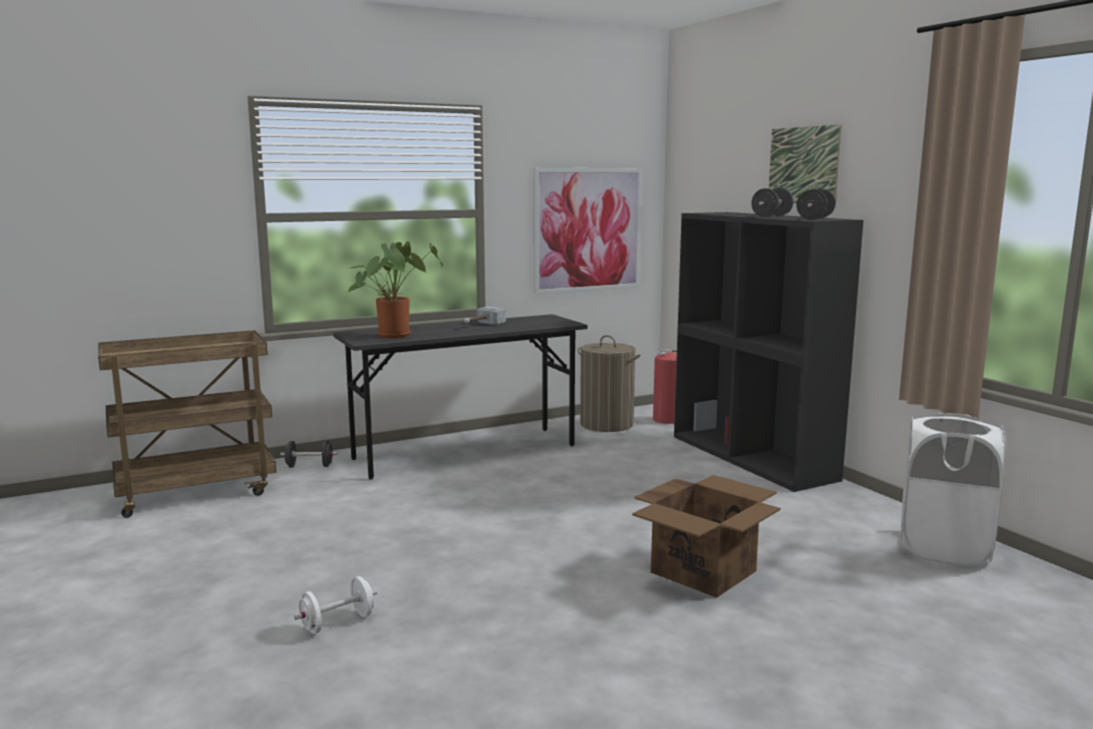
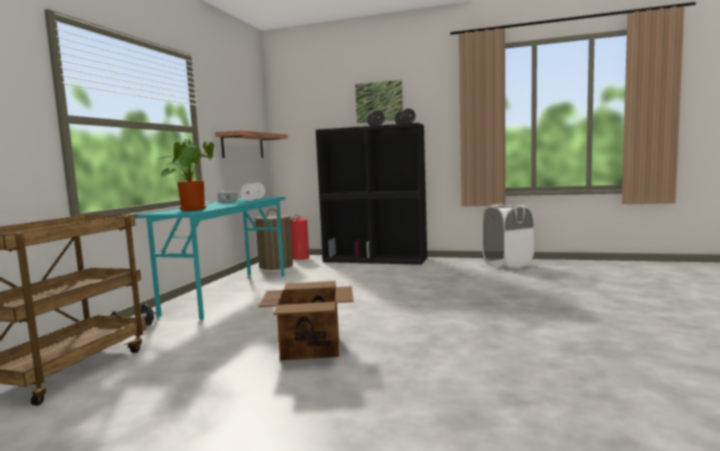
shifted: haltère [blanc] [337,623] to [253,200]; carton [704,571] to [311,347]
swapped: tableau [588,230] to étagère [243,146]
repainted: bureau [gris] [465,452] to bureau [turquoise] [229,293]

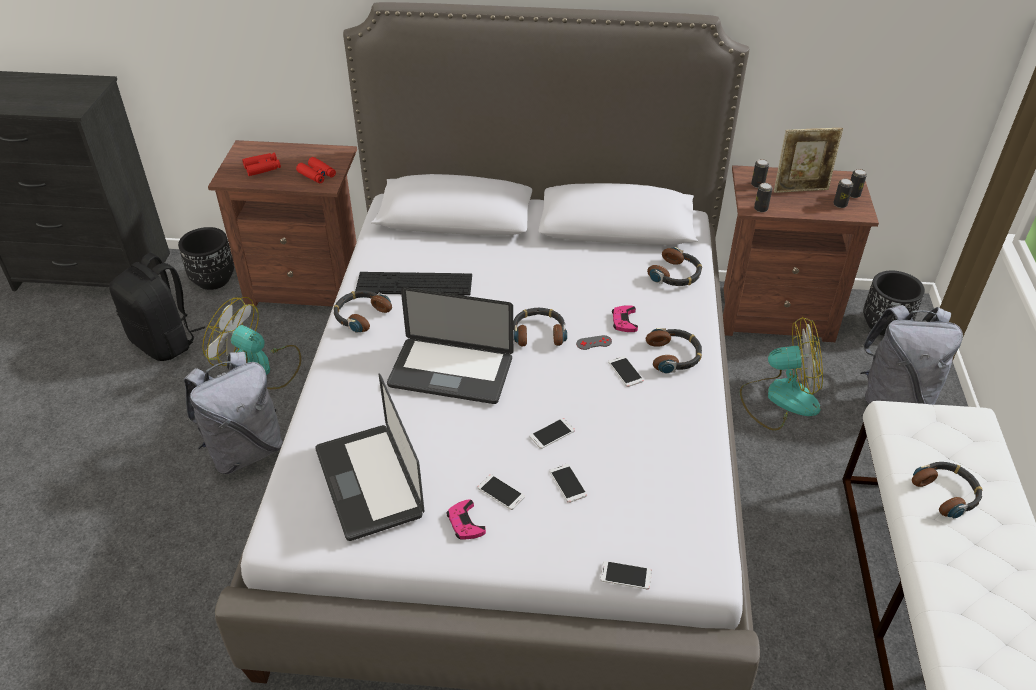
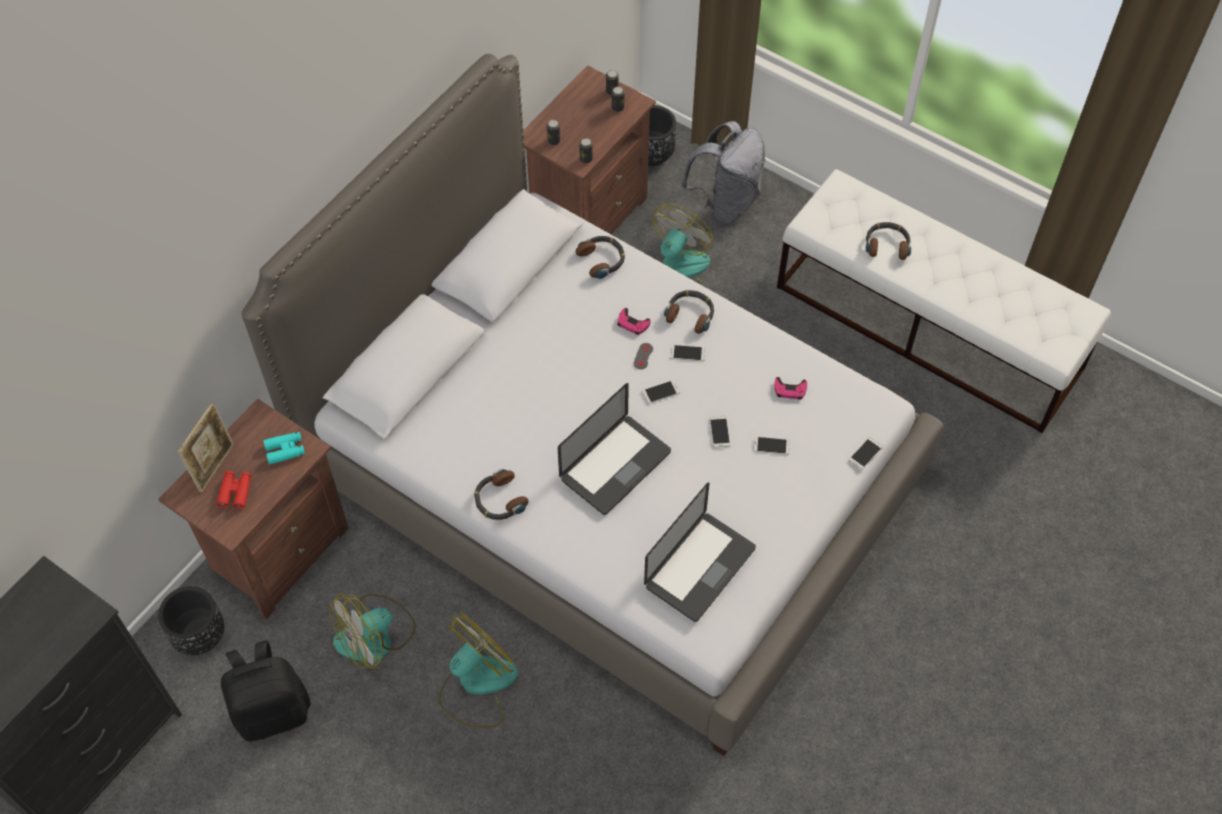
gone: clavier [414,284]; casque audio [539,332]
shifted: manette [rose] [465,523] to [790,390]; téléphone [501,492] to [660,392]; cadre photo [800,189] to [214,466]
swapped: sac à dos [gris] [245,450] to ventilateur [477,685]
repainted: jumelles [rouge] [317,175] to jumelles [turquoise] [285,450]
rotated: ordinateur portable [369,482] = [700,567] 60 degrees counterclockwise

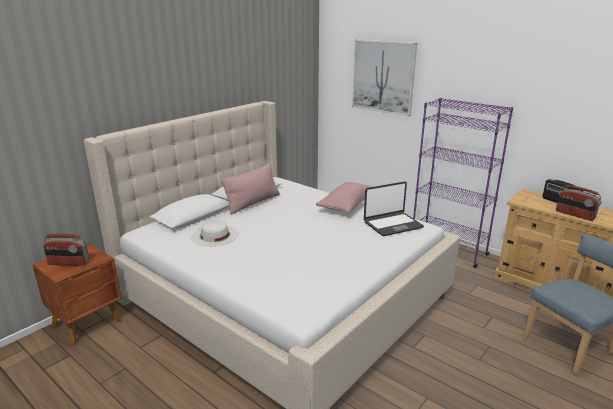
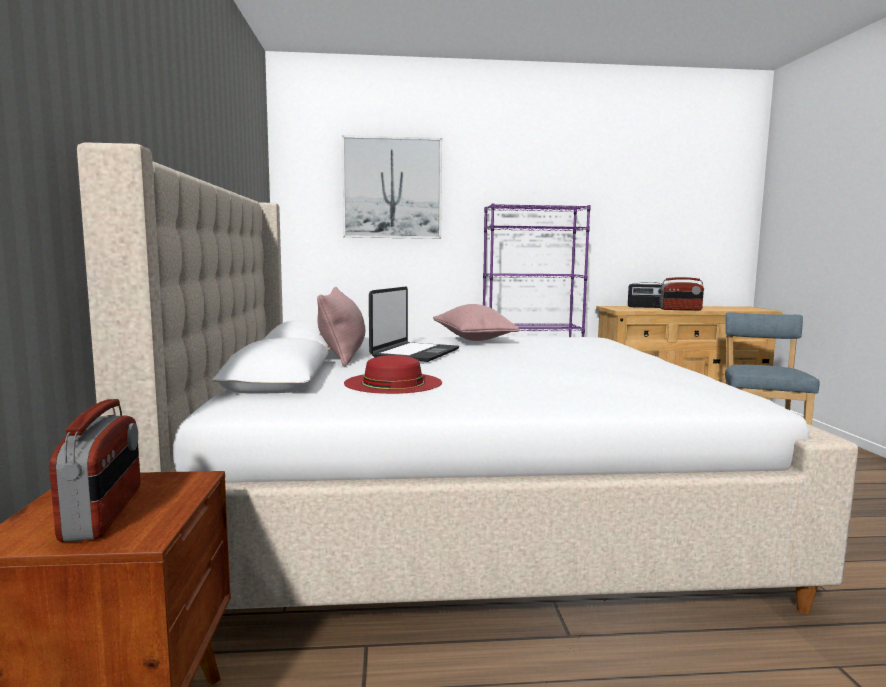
shifted: ordinateur portable [392,224] to [414,353]
repainted: chapeau [blanc] [215,235] to chapeau [rouge] [393,383]
rotated: radio [68,263] = [104,513] 60 degrees counterclockwise

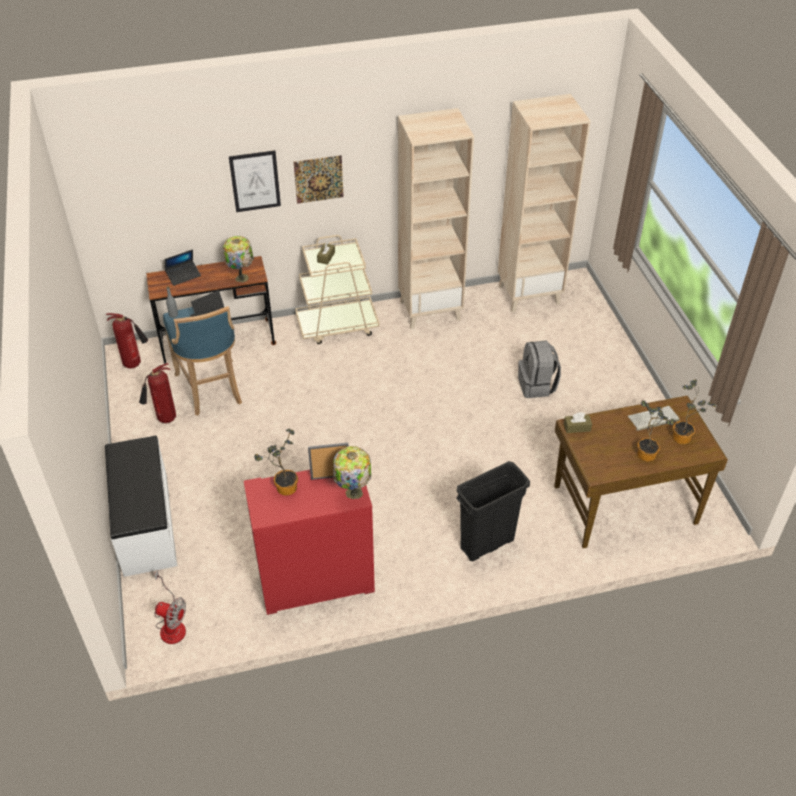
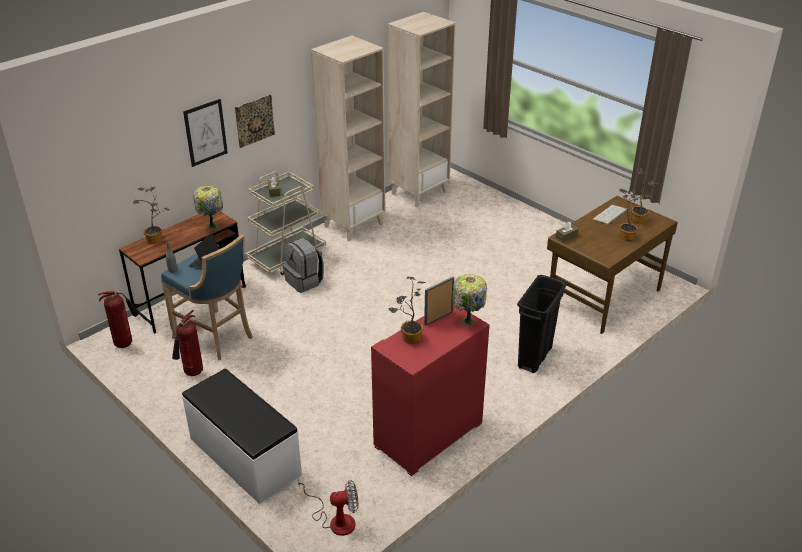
shifted: sac à dos [gris] [537,386] to [305,281]
swapped: ordinateur portable [183,275] to plante en pot [156,240]

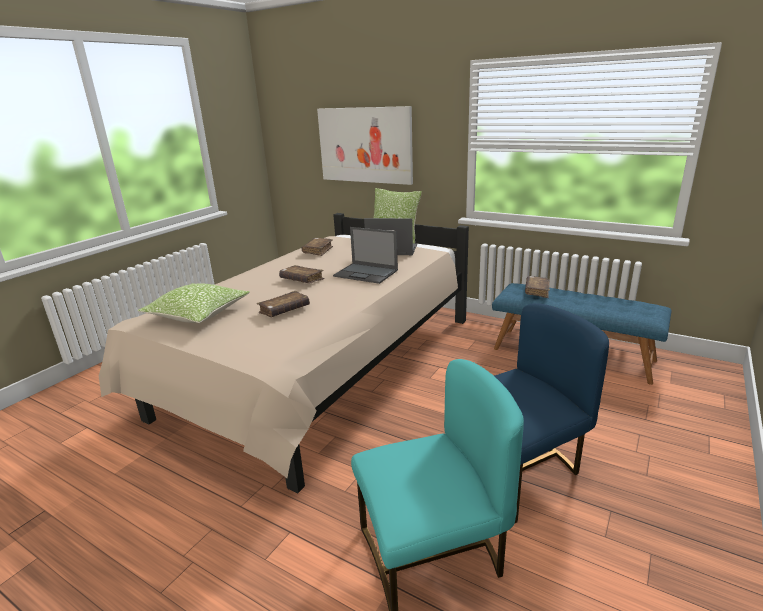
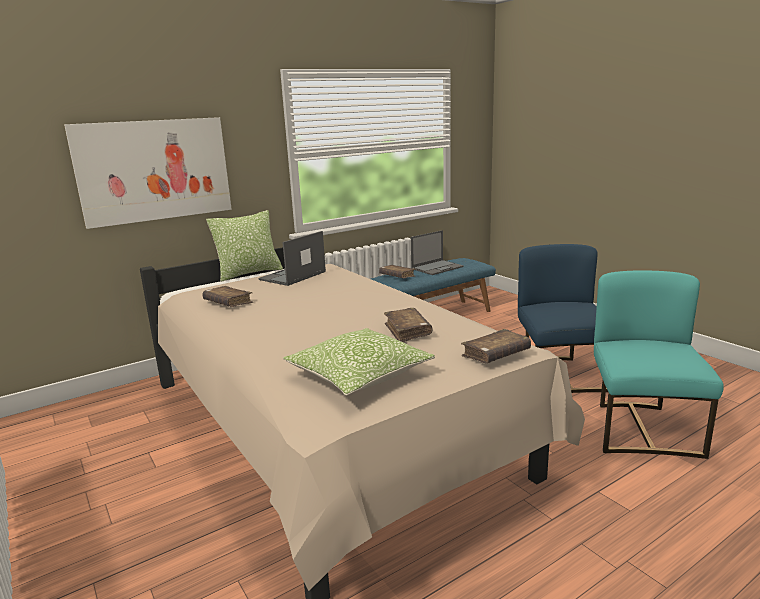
shifted: livre [marron] [302,280] to [495,355]; ordinateur portable [366,273] to [437,267]

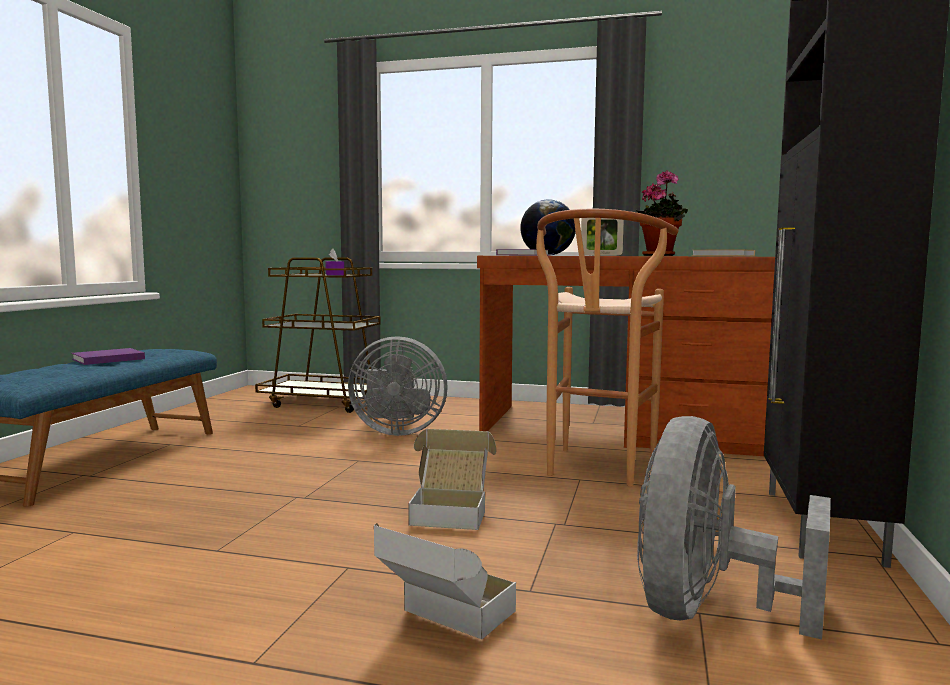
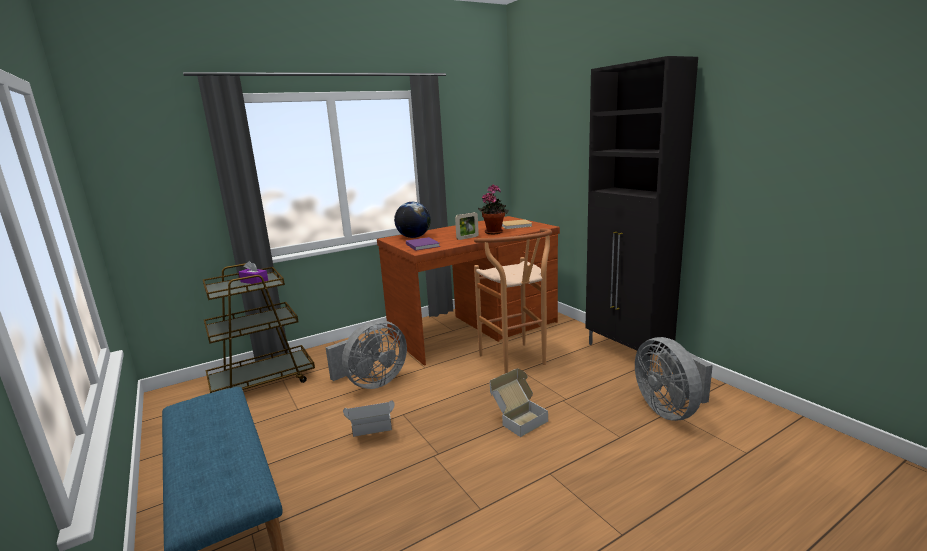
gone: livre [violet] [106,359]
shifted: carton [444,622] to [372,432]

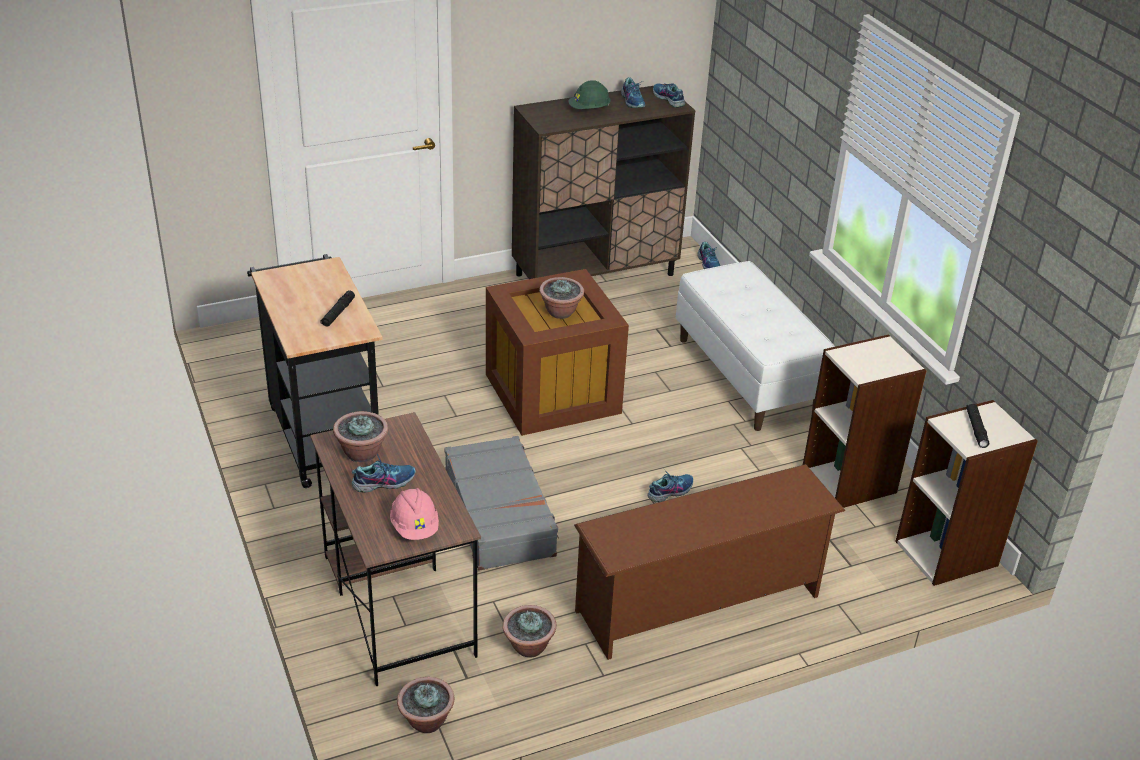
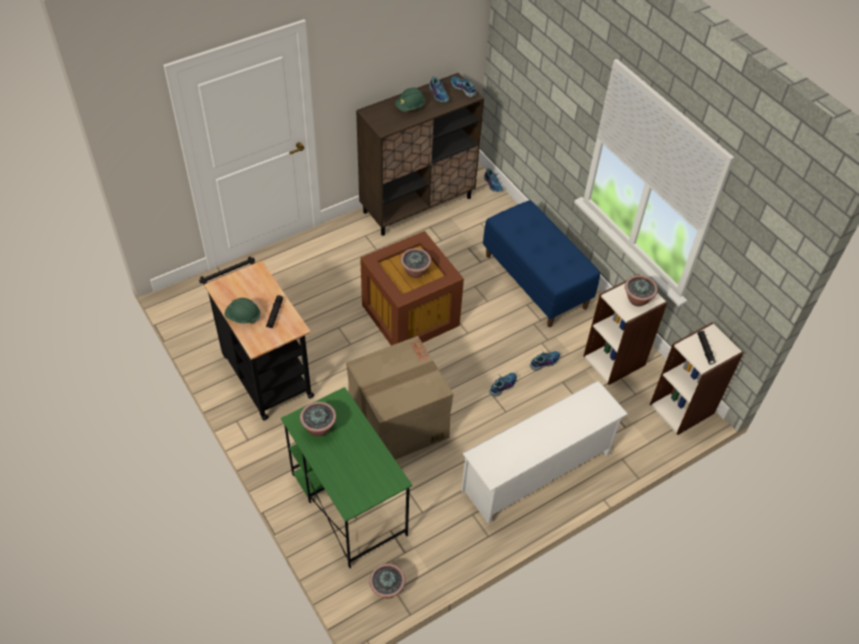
gone: casque de chantier [rose] [415,527]
new: casque de chantier [vert] [243,317]
shifted: chaussure [384,482] to [544,362]; plante en pot [528,647] to [637,300]
swapped: valise [gris] [500,514] to carton [397,422]
repainted: bureau [marron] [397,603] to bureau [vert] [348,503]; étagère à chaussures [marron] [699,605] to étagère à chaussures [blanc] [537,473]; banc [blanc] [748,376] to banc [bleu] [536,281]

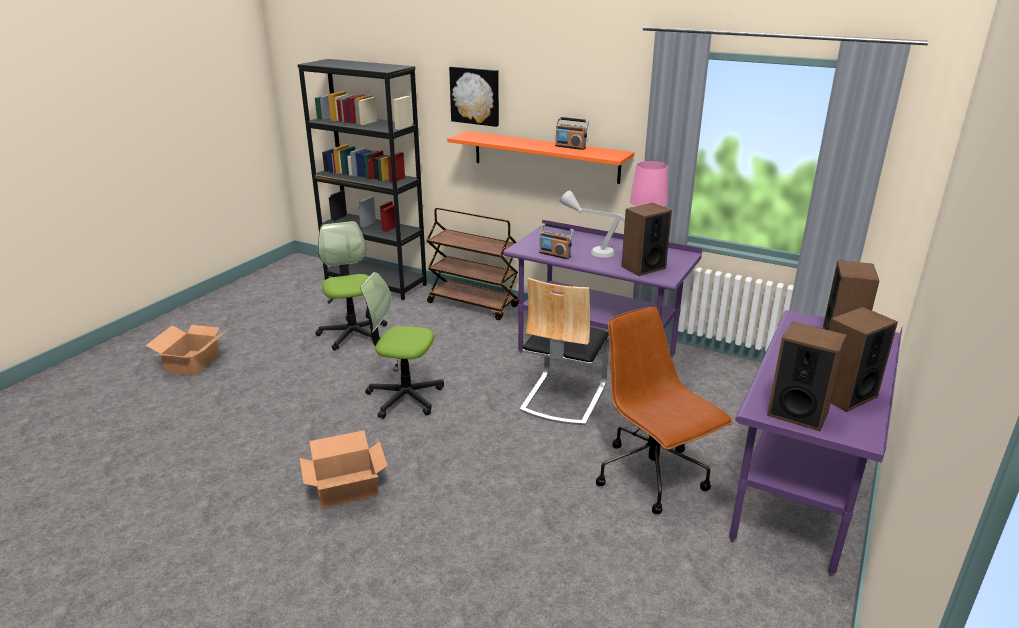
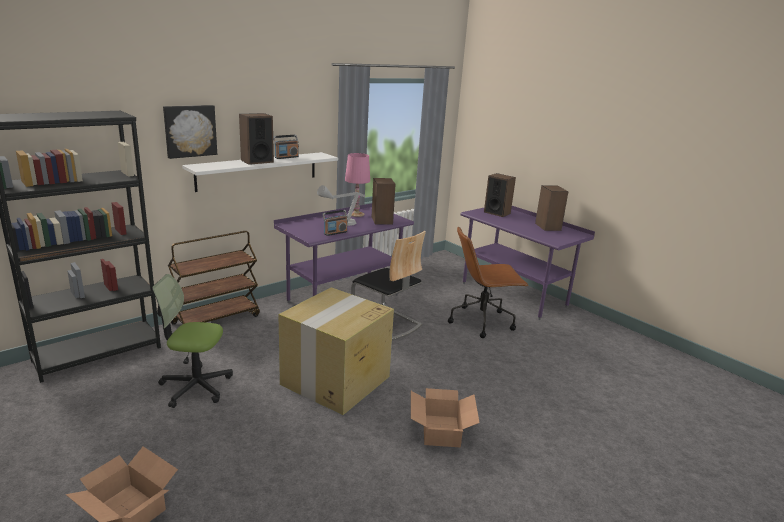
shifted: enceinte [797,413] to [257,161]
swapped: chaise de bureau [404,397] to carton [335,381]
repainted: étagère [orange] [545,156] to étagère [blanc] [258,171]

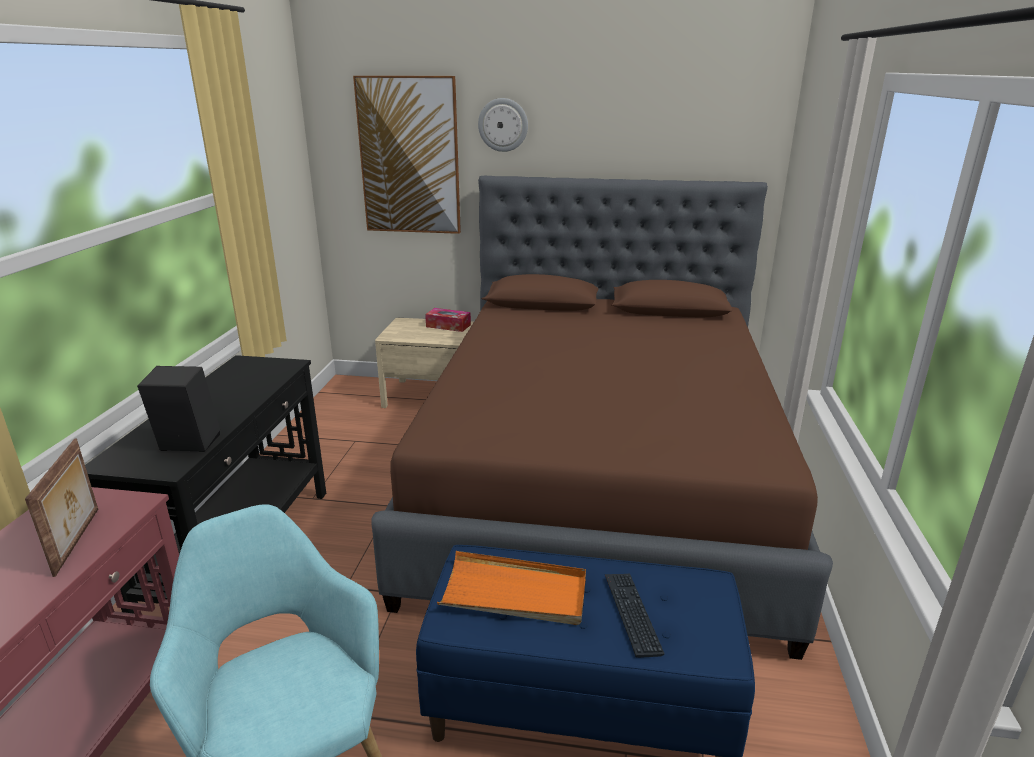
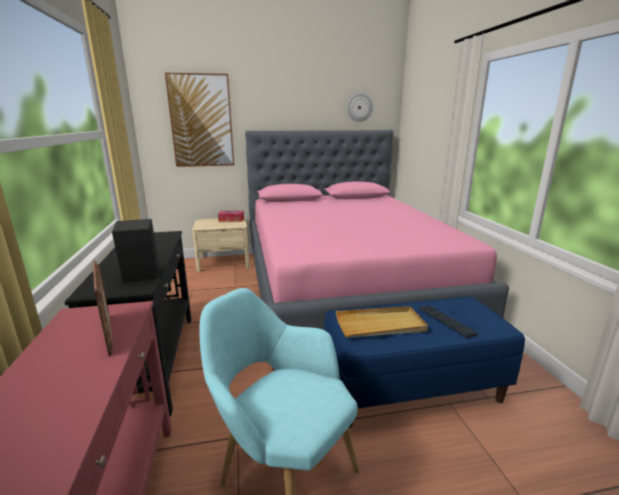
shifted: horloge murale [503,125] to [359,107]
repainted: lit [marron] [599,482] to lit [rose] [345,287]; plateau [orange] [515,593] to plateau [beige] [380,325]

